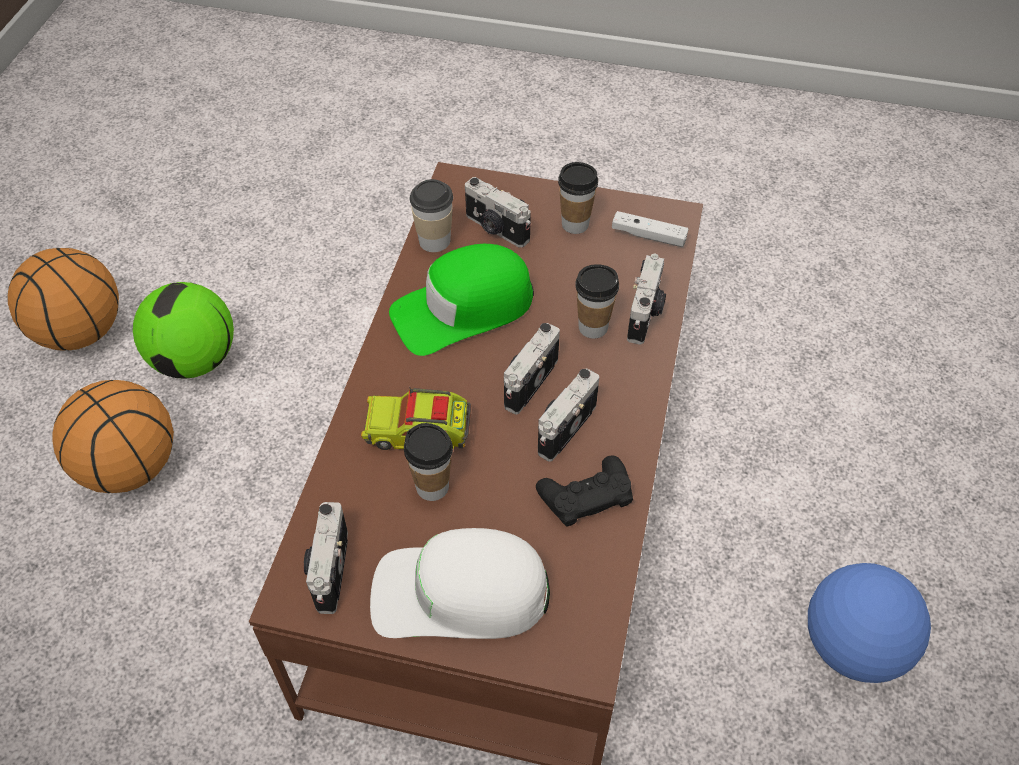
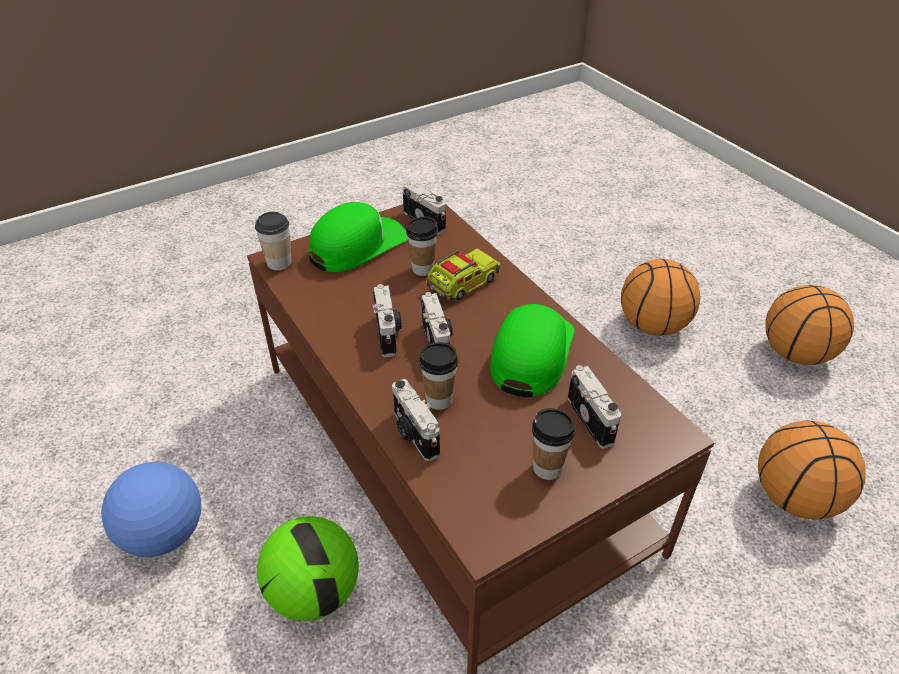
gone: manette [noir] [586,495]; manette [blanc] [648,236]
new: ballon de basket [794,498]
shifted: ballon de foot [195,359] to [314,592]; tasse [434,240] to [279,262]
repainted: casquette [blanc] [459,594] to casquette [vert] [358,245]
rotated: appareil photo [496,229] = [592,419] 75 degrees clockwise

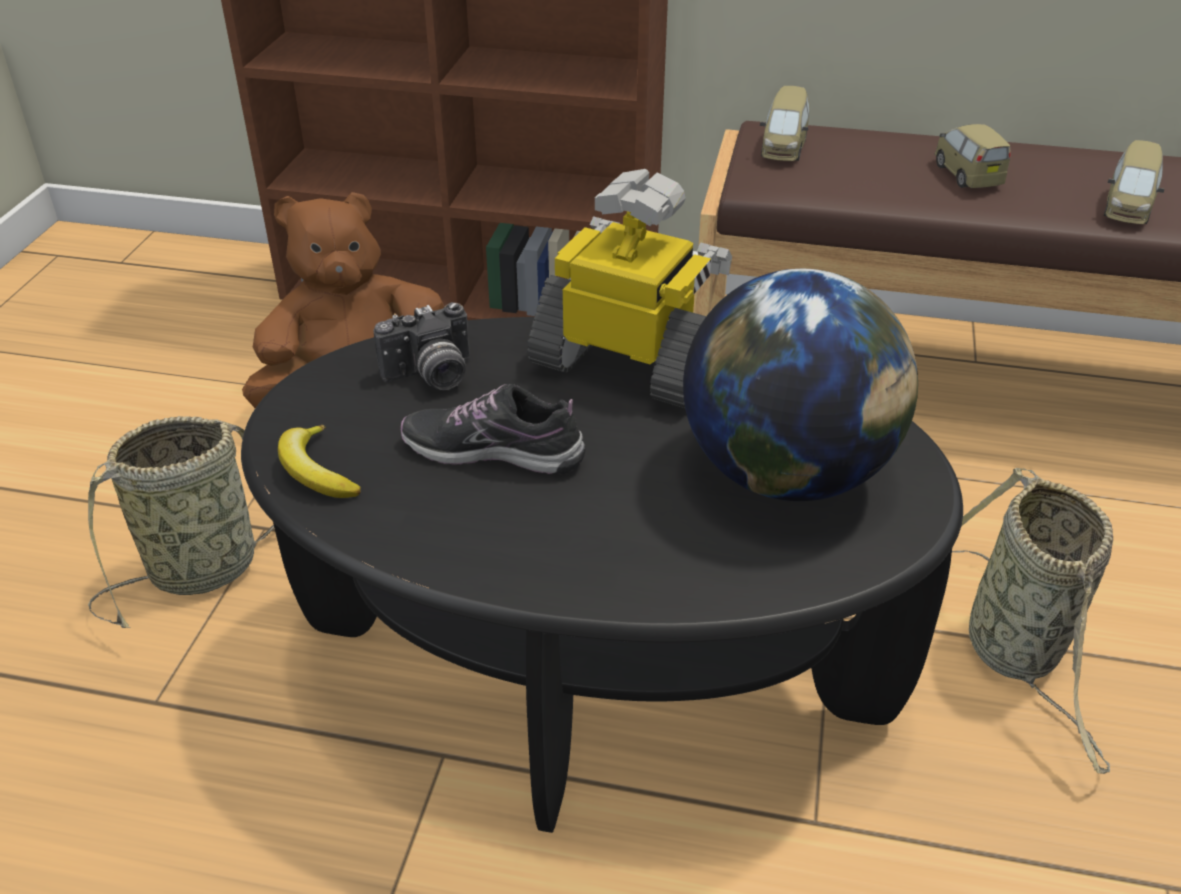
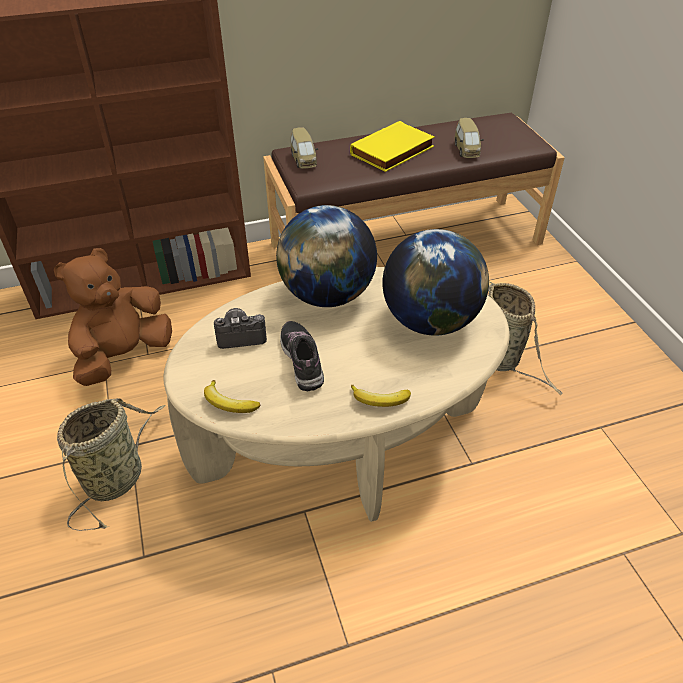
new: banane [380,400]
swapped: robot jouet [631,365] to globe [327,295]; petite voiture [966,174] to livre [jaune] [393,151]
repainted: table basse [noir] [591,672] to table basse [beige] [342,444]
rotated: appareil photo [431,377] = [241,335] 135 degrees counterclockwise; chaussure [494,451] = [302,360] 90 degrees clockwise

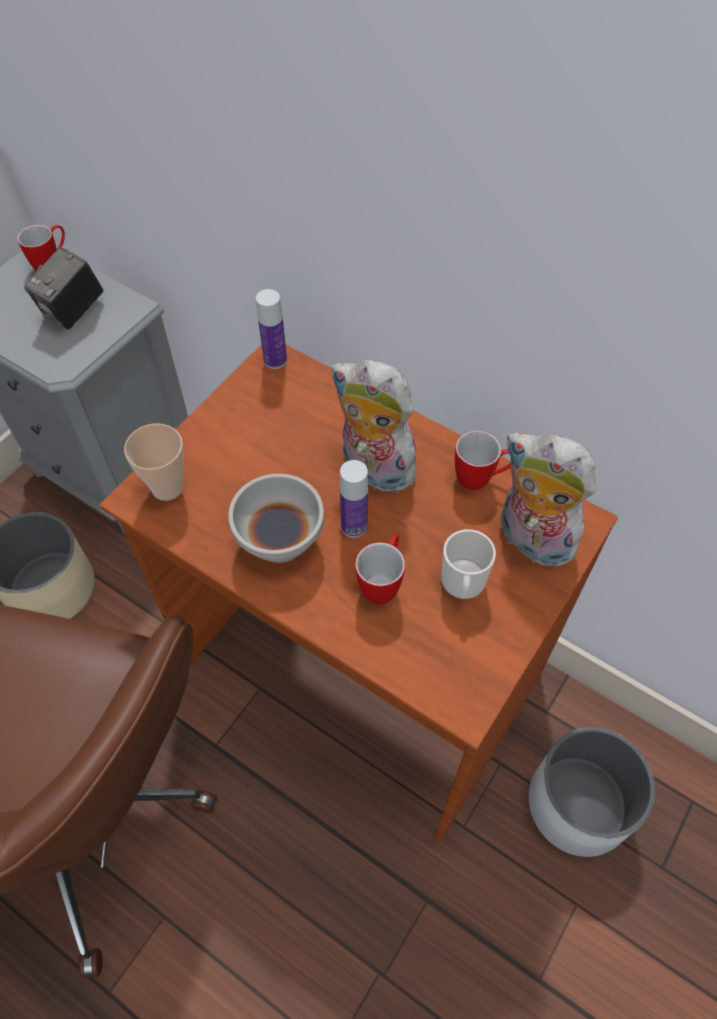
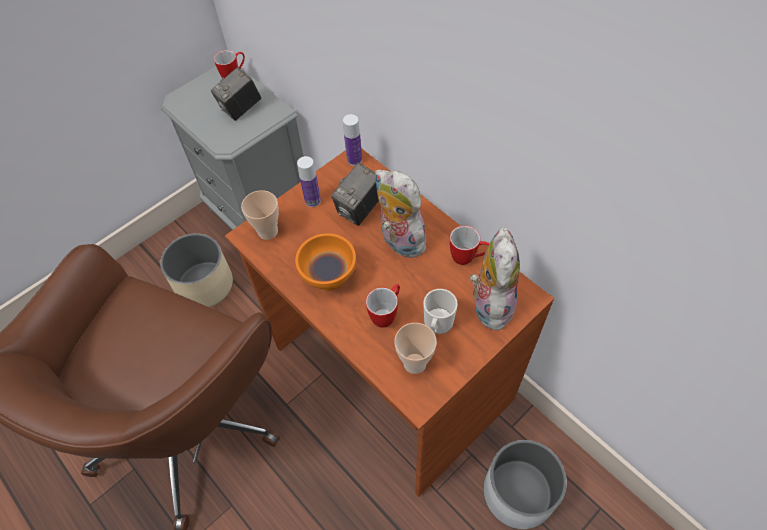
new: appareil photo [360,209]; tasse [414,363]
shifted: bouteille [354,526] to [312,201]
repainted: bol [blanc] [281,542] to bol [orange] [329,277]
rotated: peluche [530,540] = [490,303] 45 degrees clockwise

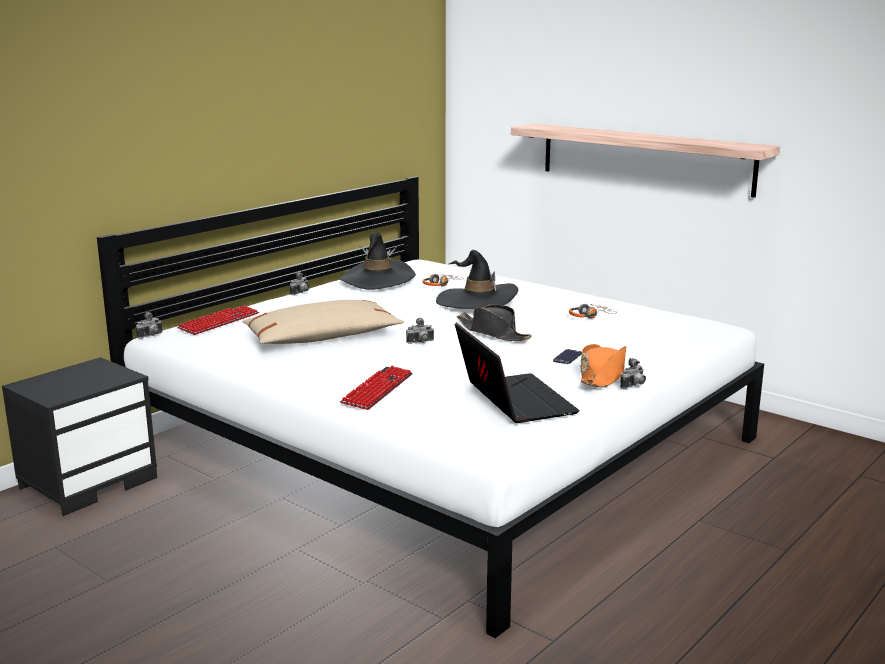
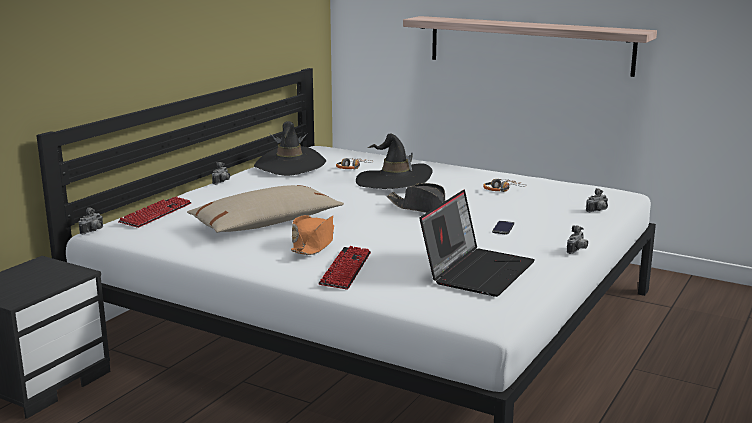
shifted: appareil photo [421,342] to [598,211]; chapeau [orange] [602,376] to [313,244]
rotated: ordinateur portable [512,400] = [477,271] 60 degrees clockwise

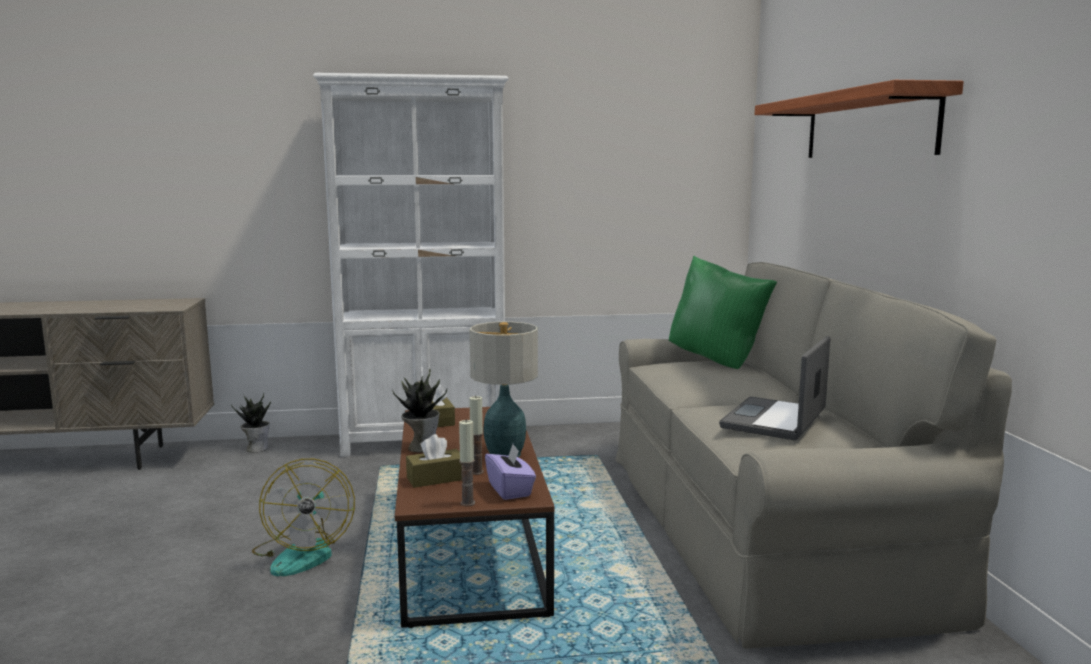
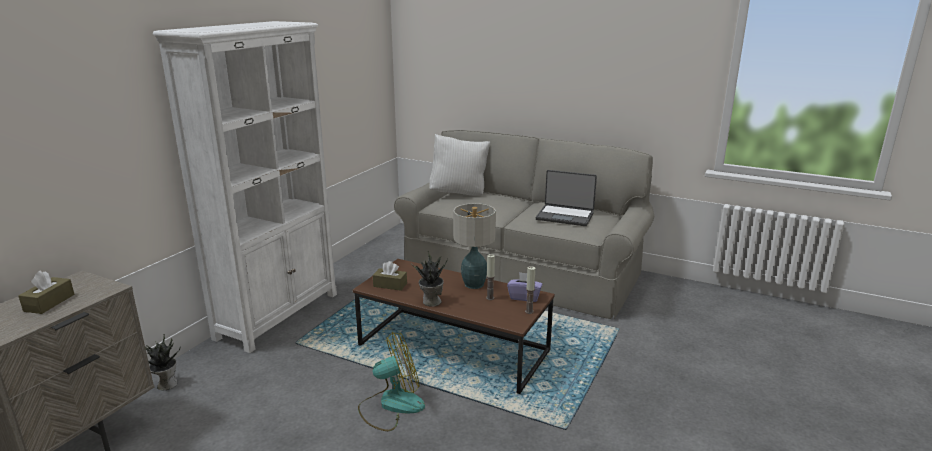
gone: étagère [868,126]
shifted: boîte à mouchoirs [marron] [436,478] to [49,303]
repainted: coussin [vert] [717,360] to coussin [blanc] [459,193]
rotated: ventilateur [303,553] = [391,405] 45 degrees counterclockwise; ordinateur portable [775,421] = [565,216] 45 degrees counterclockwise

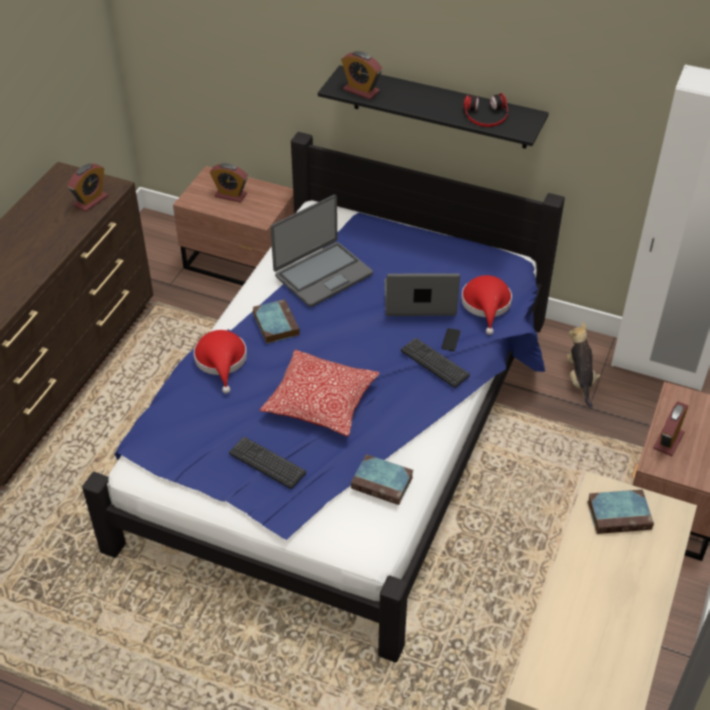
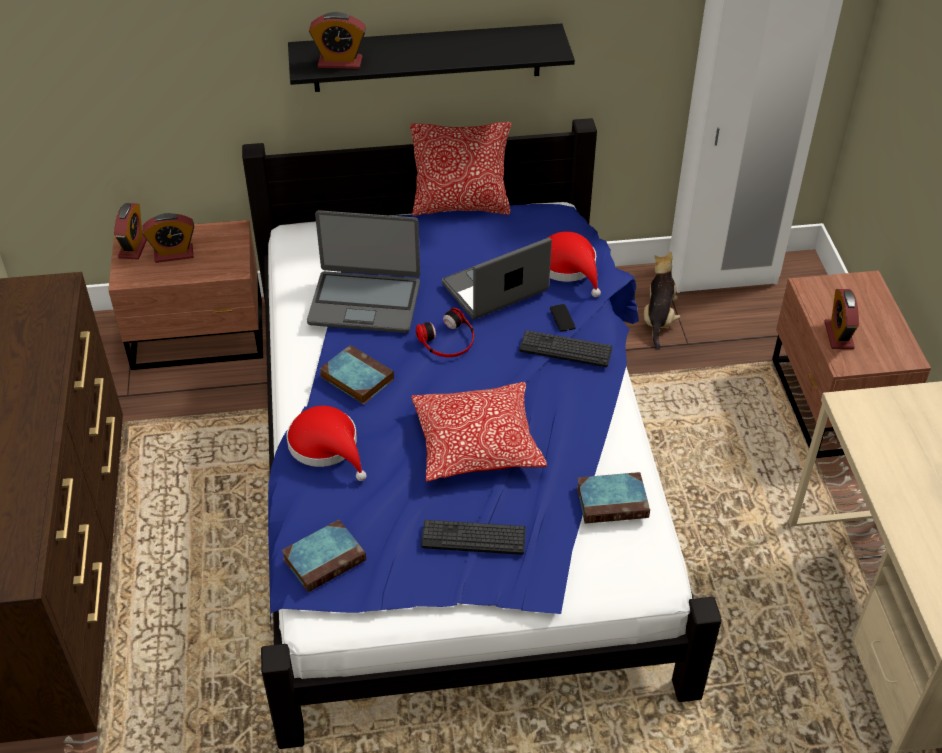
new: coussin [461,206]
shifted: réveil [91,201] to [133,247]; casque audio [486,115] to [448,340]; livre [620,514] to [325,558]
rotated: ordinateur portable [322,274] = [365,302] 75 degrees clockwise; peluche [579,380] = [658,319] 45 degrees clockwise

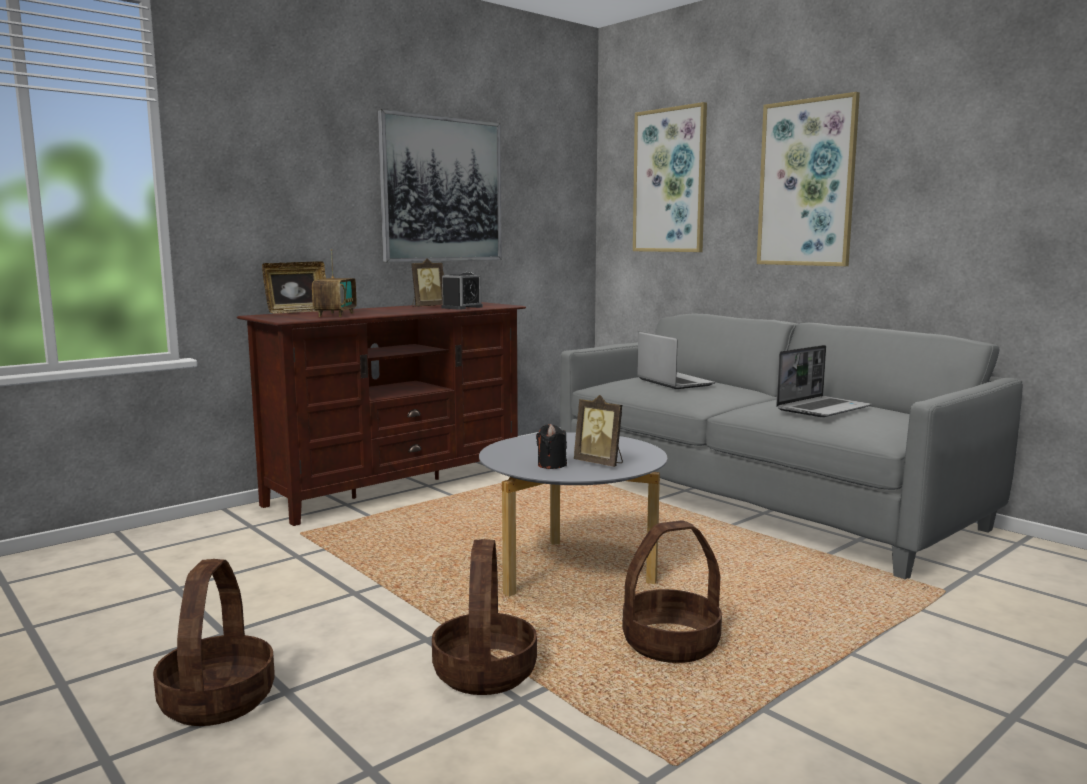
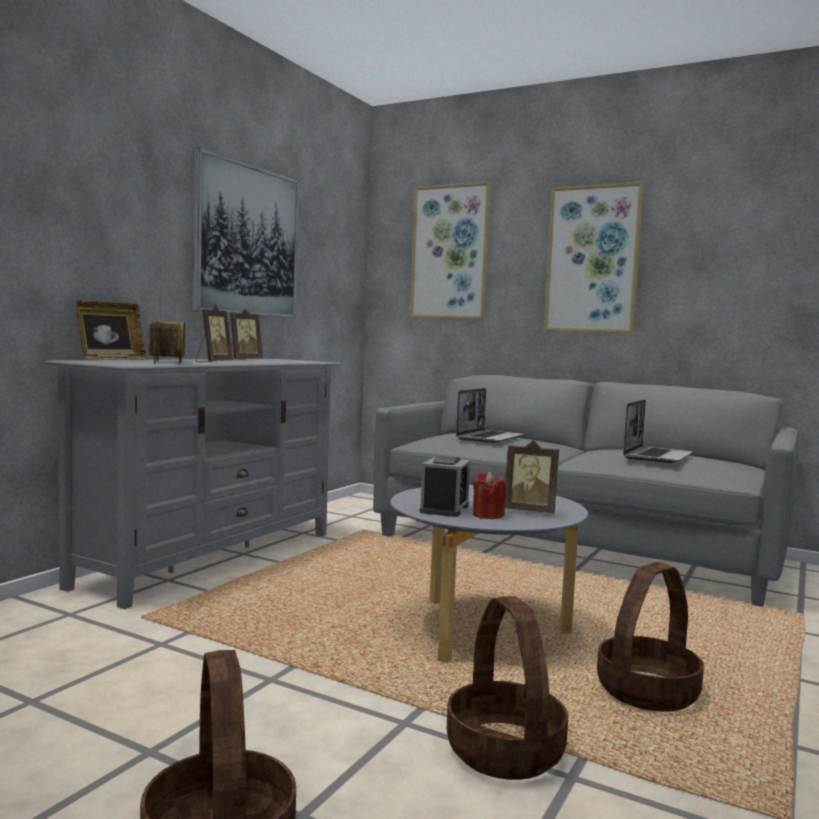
new: cadre photo [213,362]
shifted: réveil [462,307] to [444,509]
repainted: meuble télé [marron] [397,487] to meuble télé [gris] [211,558]; bougie [noir] [551,465] to bougie [rouge] [487,515]
rotated: ordinateur portable [673,382] = [489,438] 75 degrees clockwise

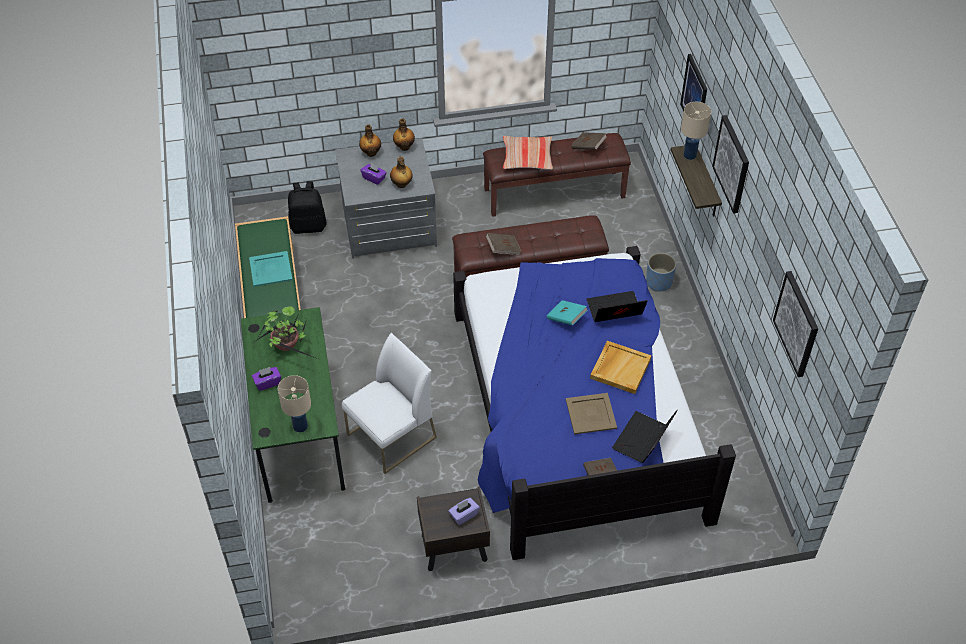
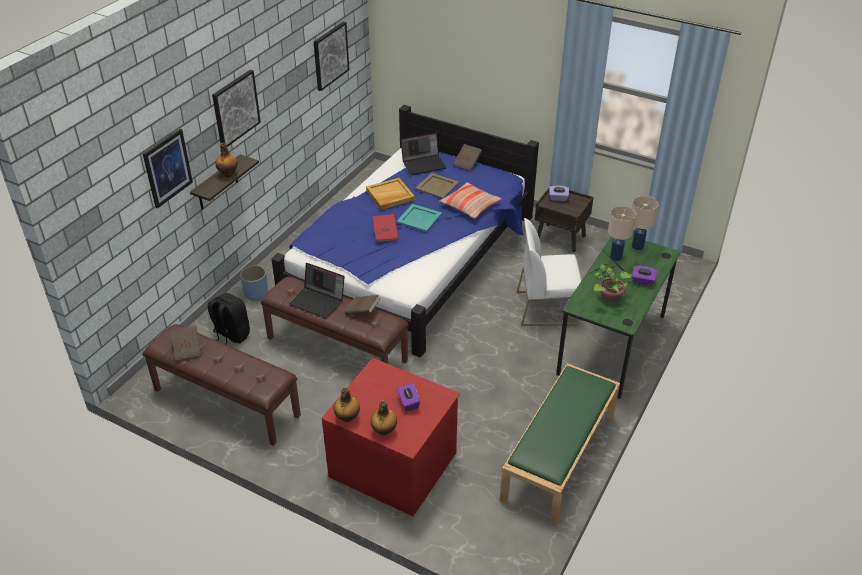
shifted: plateau [turquoise] [271,268] to [419,218]; sac à dos [noir] [308,225] to [231,335]; bouteille [401,184] to [228,174]; coussin [527,158] to [470,205]; ordinateur portable [614,311] to [318,301]; lampe de table [beige] [690,155] to [615,257]
repainted: commode [gris] [389,226] to commode [rouge] [394,463]; livre [turquoise] [566,318] to livre [rouge] [385,234]

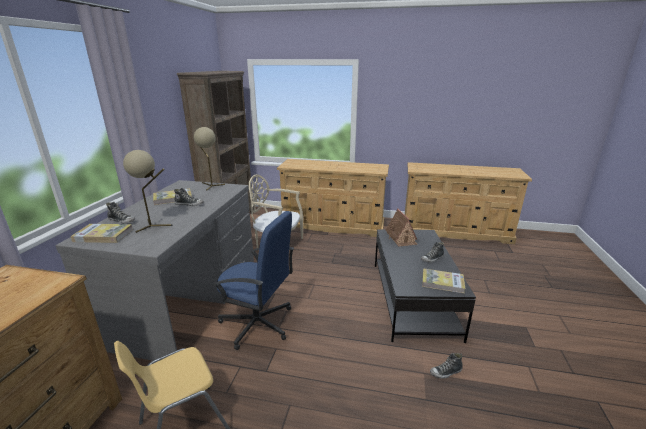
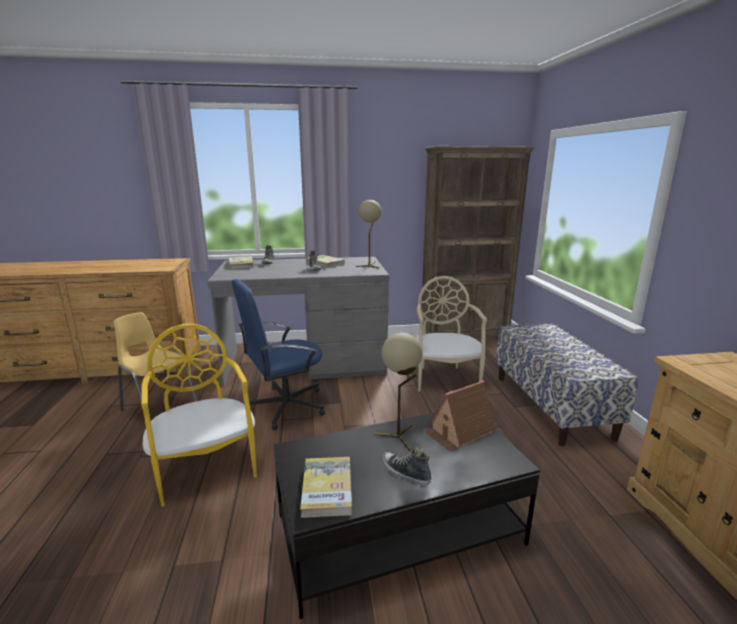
gone: chaussure [446,372]
new: chaise [jaune] [206,467]
shifted: lampe de table [beige] [153,226] to [400,438]
swapped: commode [beige] [333,225] to banc [551,406]
rotated: chaise de bureau [bleu] [258,324] = [285,406] 60 degrees clockwise

